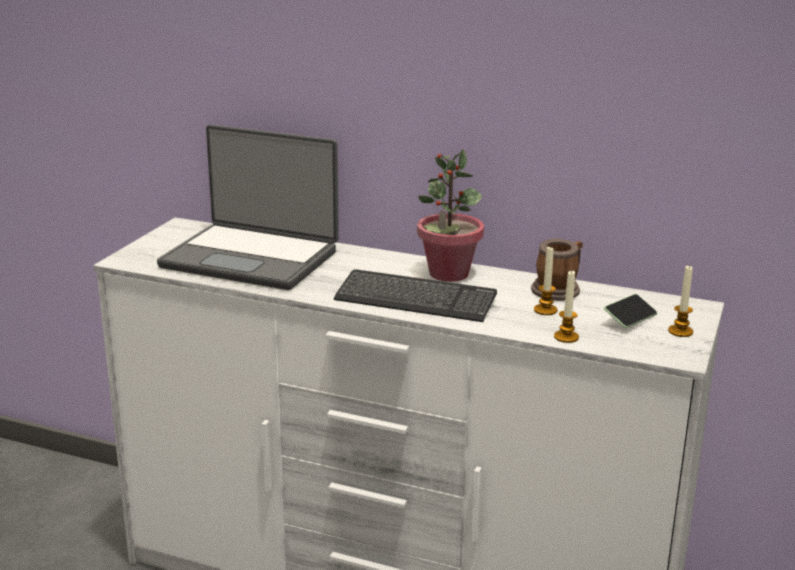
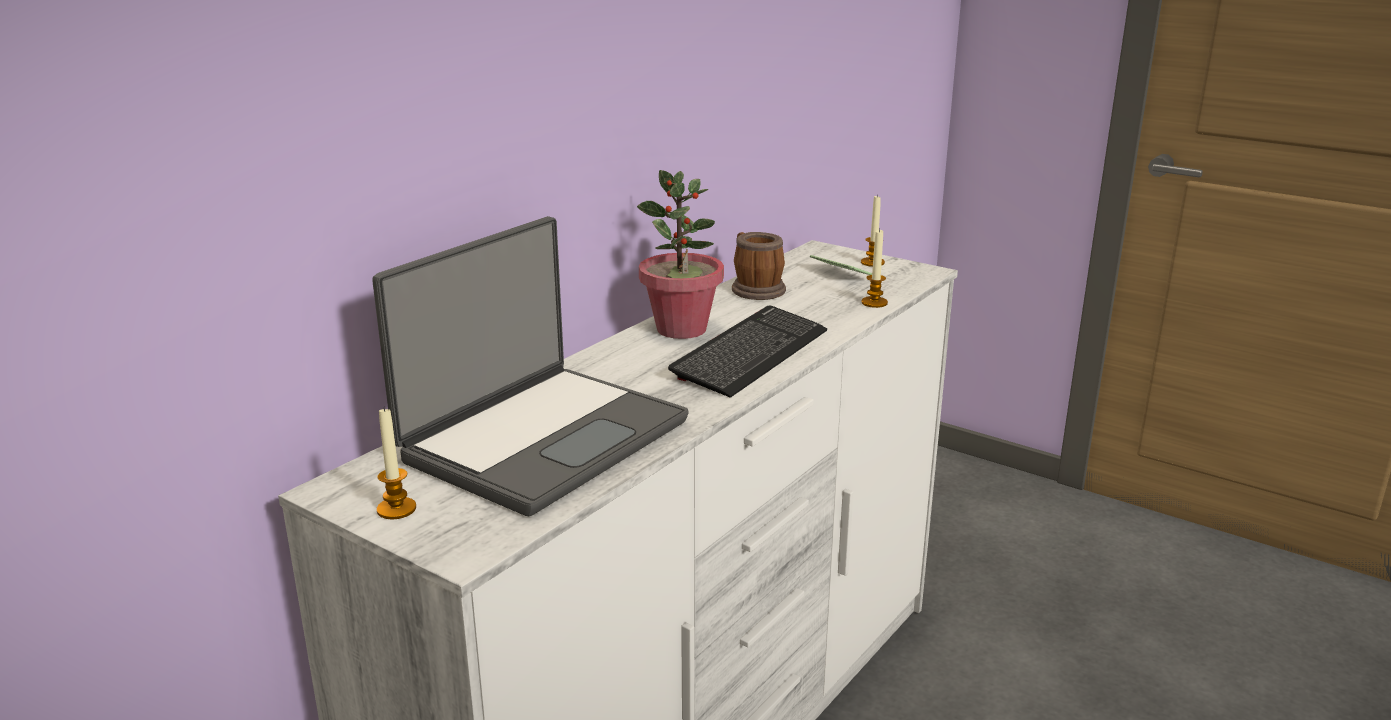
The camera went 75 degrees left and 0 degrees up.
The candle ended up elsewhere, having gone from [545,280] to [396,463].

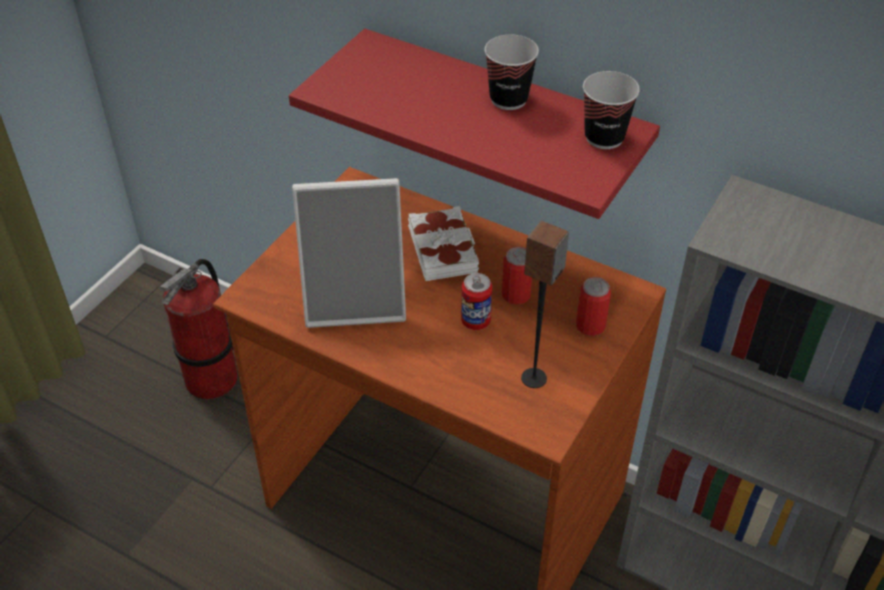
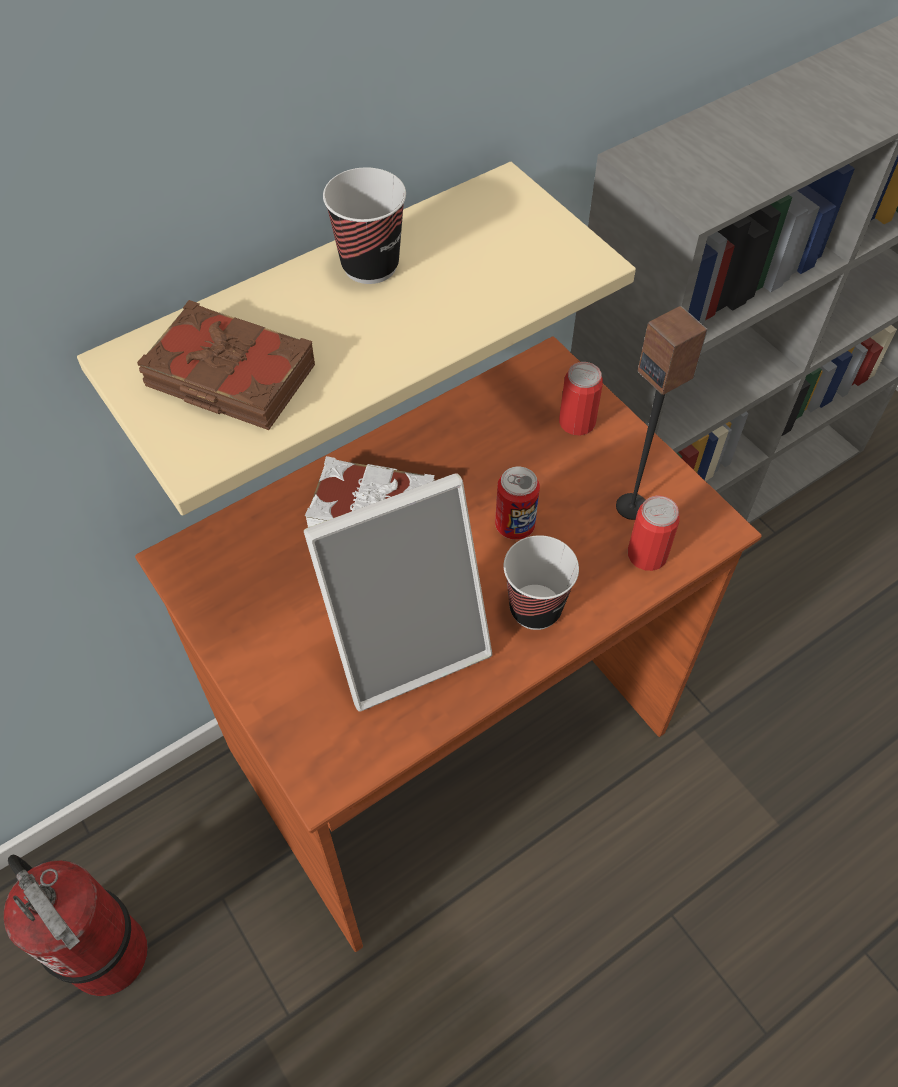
The camera went 65 degrees left and 10 degrees up.
What was the wall shelf/red at [474,124] turned into the wall shelf/beige at [356,339].
The picture frame at [349,253] ended up facing another way, 45 degrees clockwise from before.
The sealed can ended up elsewhere, having gone from [517,275] to [654,533].
The drinking cup ended up elsewhere, having gone from [611,110] to [541,582].
The second view gained the book/brownish at [226,365].

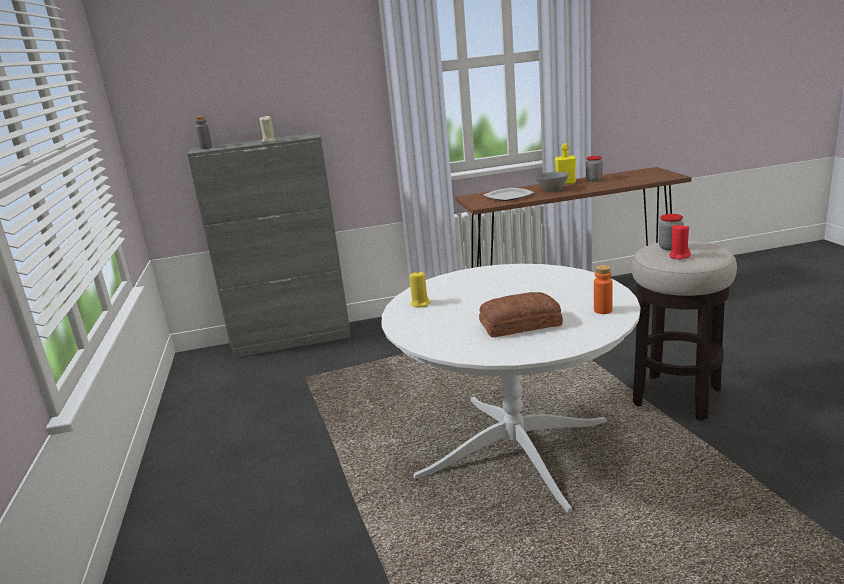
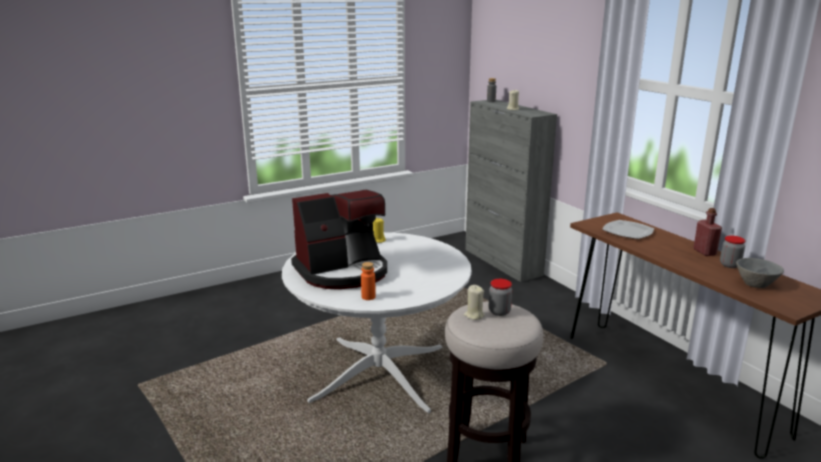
The camera went 70 degrees right and 0 degrees up.
Where the baked bread stood at [521,314], the coffee machine came to stand at [339,239].
The bowl/greyish ended up elsewhere, having gone from [552,182] to [760,273].
What was the drink bottle/yellow-coloured at [565,163] turned into the drink bottle/red at [707,232].
What was the candle/red at [680,242] turned into the candle/beige at [474,302].

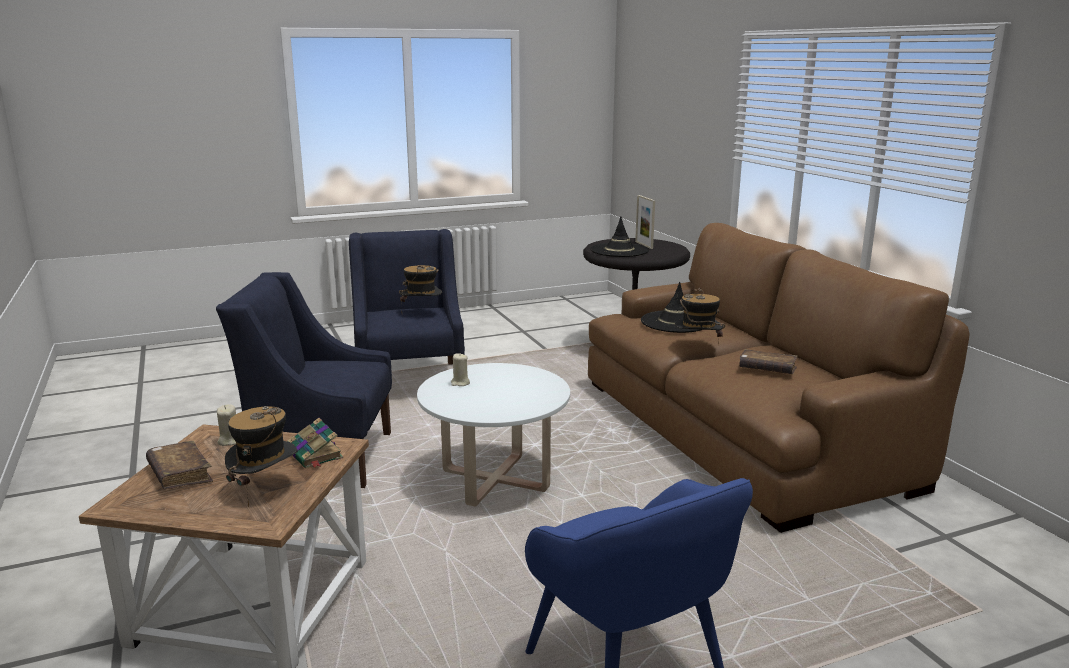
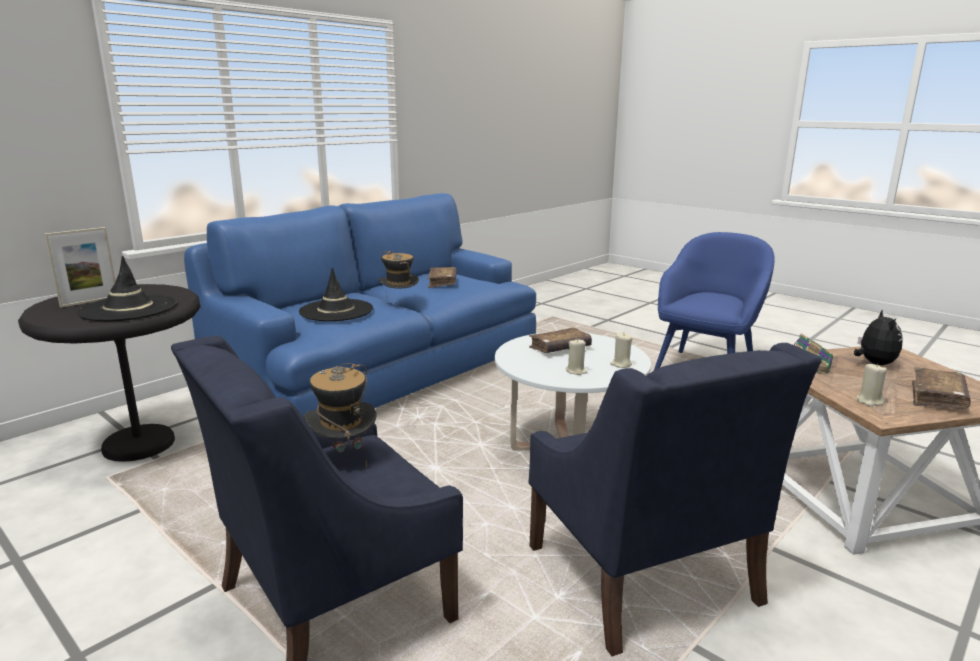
The camera went 115 degrees left and 0 degrees up.
Where the wearable hat stood at [261,456], the plush toy came to stand at [878,337].
What was the settee/brownish at [779,378] turned into the settee/blue at [360,305].
The second view gained the book/brownish at [560,340].
The second view gained the candle/beige at [621,350].

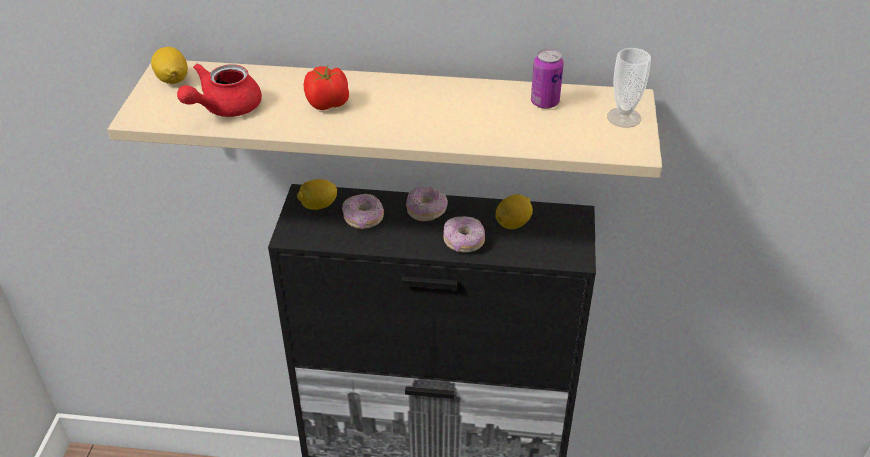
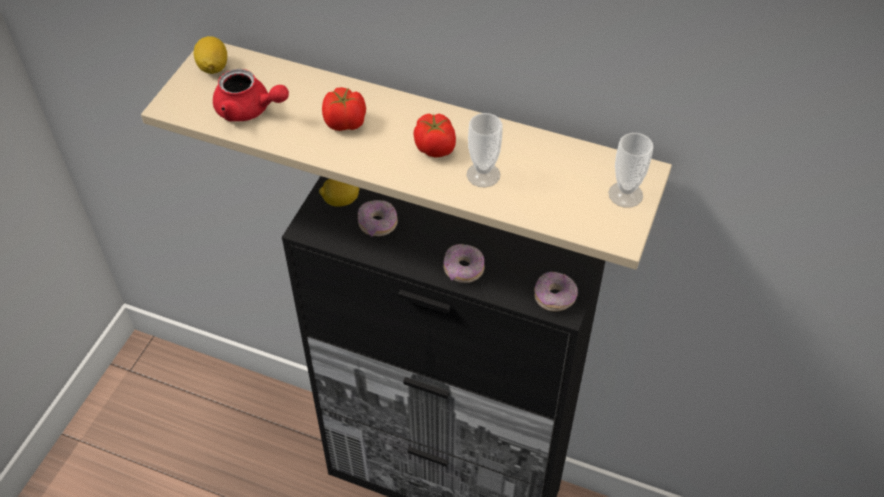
The camera went 15 degrees right and 10 degrees up.
The tea pot/red at [219,90] ended up facing another way, 120 degrees counterclockwise from before.
The doughnut ended up elsewhere, having gone from [427,204] to [556,291].
The second view lost the whole lemon at [514,211].
The second view lost the sealed can at [547,79].
The second view gained the fresh tomato at [435,135].
The second view gained the drinking cup at [484,150].

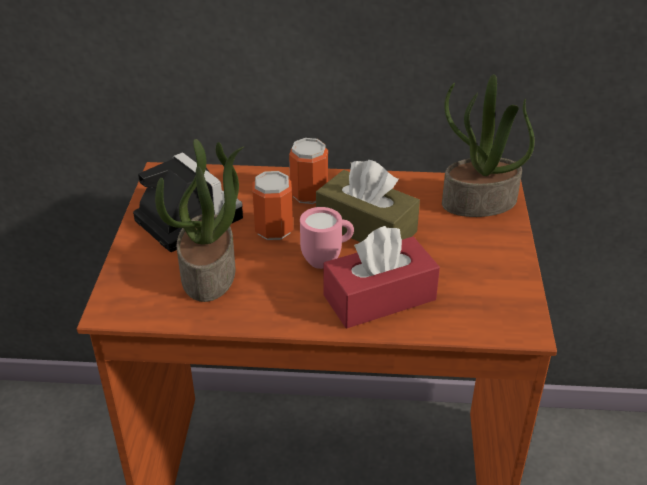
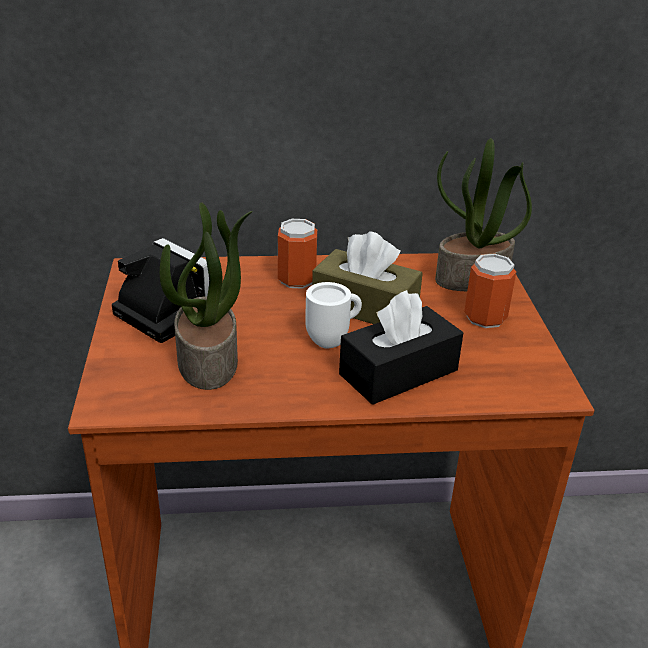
The camera went 10 degrees left and 5 degrees down.
The sealed can ended up elsewhere, having gone from [273,205] to [490,291].
What was the tea mug/pink at [327,238] turned into the tea mug/white at [333,315].
What was the box of tissues/red at [382,277] turned into the box of tissues/blackish at [401,347].

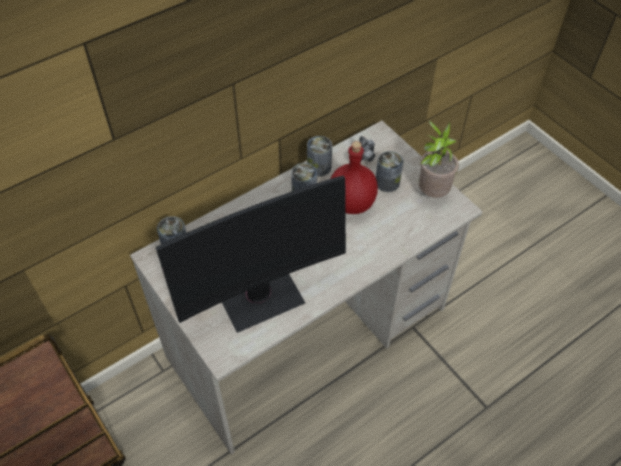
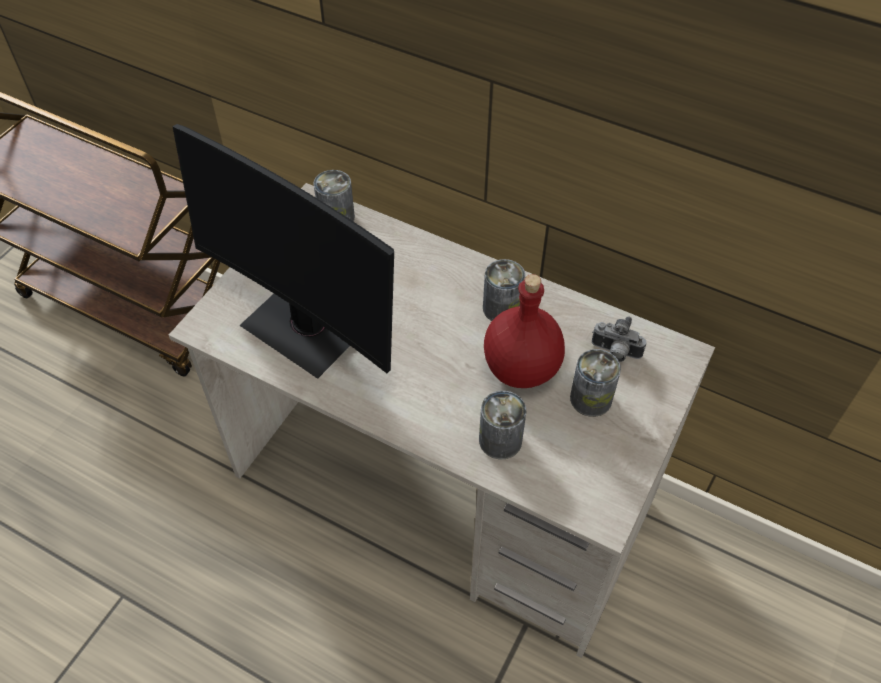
The camera went 65 degrees right and 0 degrees up.
The sealed can ended up elsewhere, having gone from [319,156] to [503,425].
The second view lost the potted plant at [439,159].

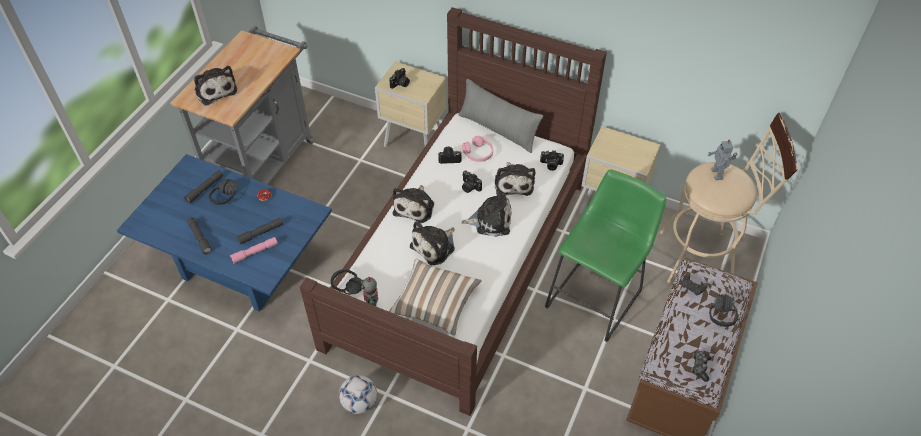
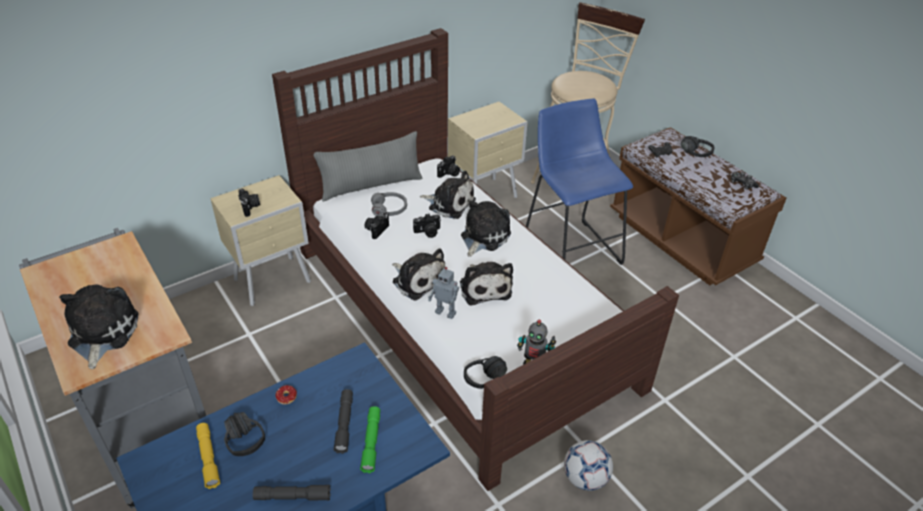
The camera went 60 degrees left and 10 degrees down.
What was the flashlight/greyish at [203,187] turned into the flashlight/yellow-coloured at [208,456].
The plush toy at [215,86] ended up facing another way, 90 degrees counterclockwise from before.
What was the flashlight/pink at [254,250] turned into the flashlight/greenish at [370,439].
The second view lost the pillow at [435,297].
What was the pair of headphones/pink at [477,149] turned into the pair of headphones/greyish at [389,204].
What was the sitting stool/greenish at [605,255] turned into the sitting stool/blue at [579,182].
The model robot ended up elsewhere, having gone from [722,160] to [443,293].

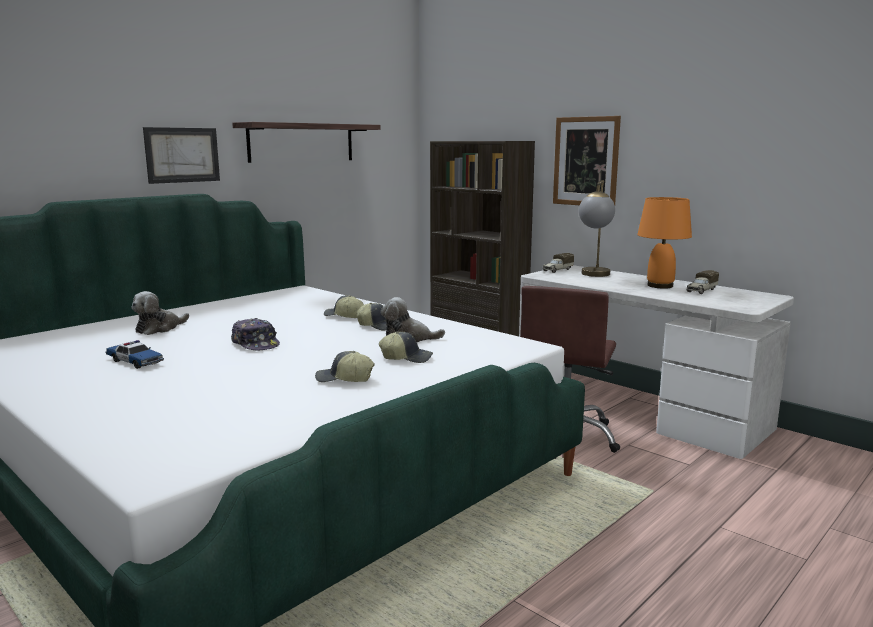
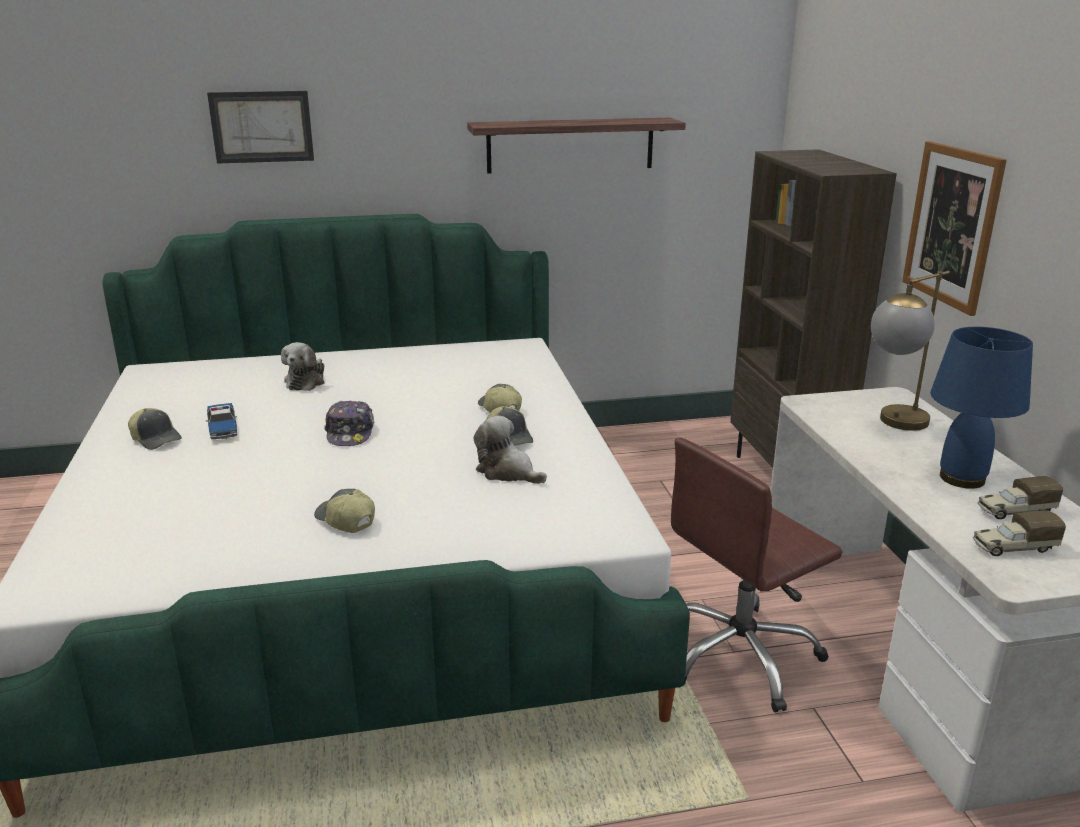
The camera went 35 degrees right and 10 degrees up.
The plush toy at [160,313] ended up facing another way, 60 degrees counterclockwise from before.
The wall art ended up elsewhere, having gone from [181,155] to [260,127].
The baseball cap ended up elsewhere, having gone from [406,347] to [155,429].
The toy lorry ended up elsewhere, having gone from [558,263] to [1019,533].
What was the tabletop lamp/orangey at [664,243] turned into the tabletop lamp/blue at [981,408].

